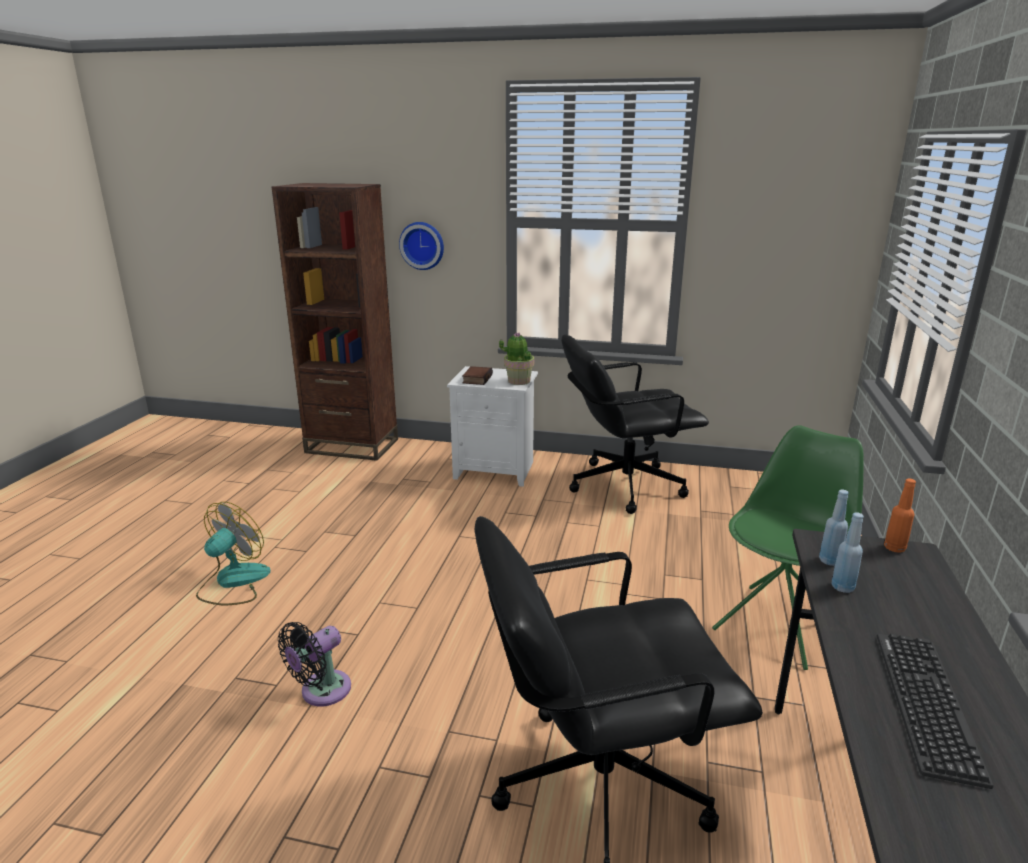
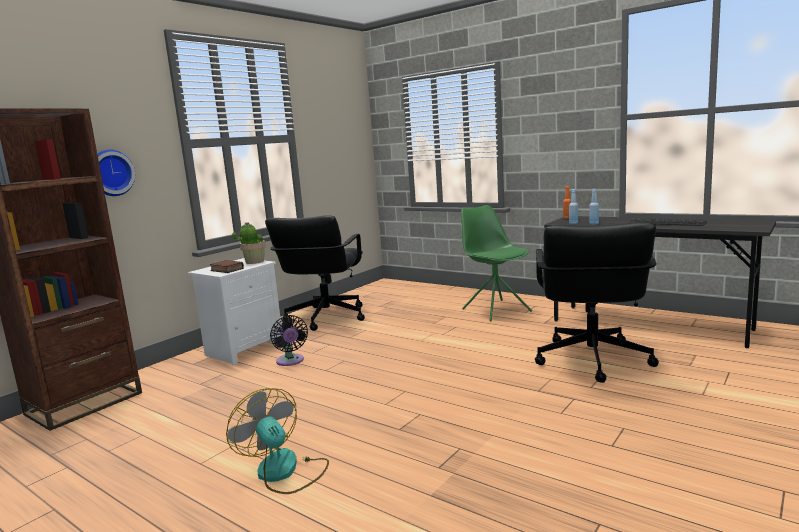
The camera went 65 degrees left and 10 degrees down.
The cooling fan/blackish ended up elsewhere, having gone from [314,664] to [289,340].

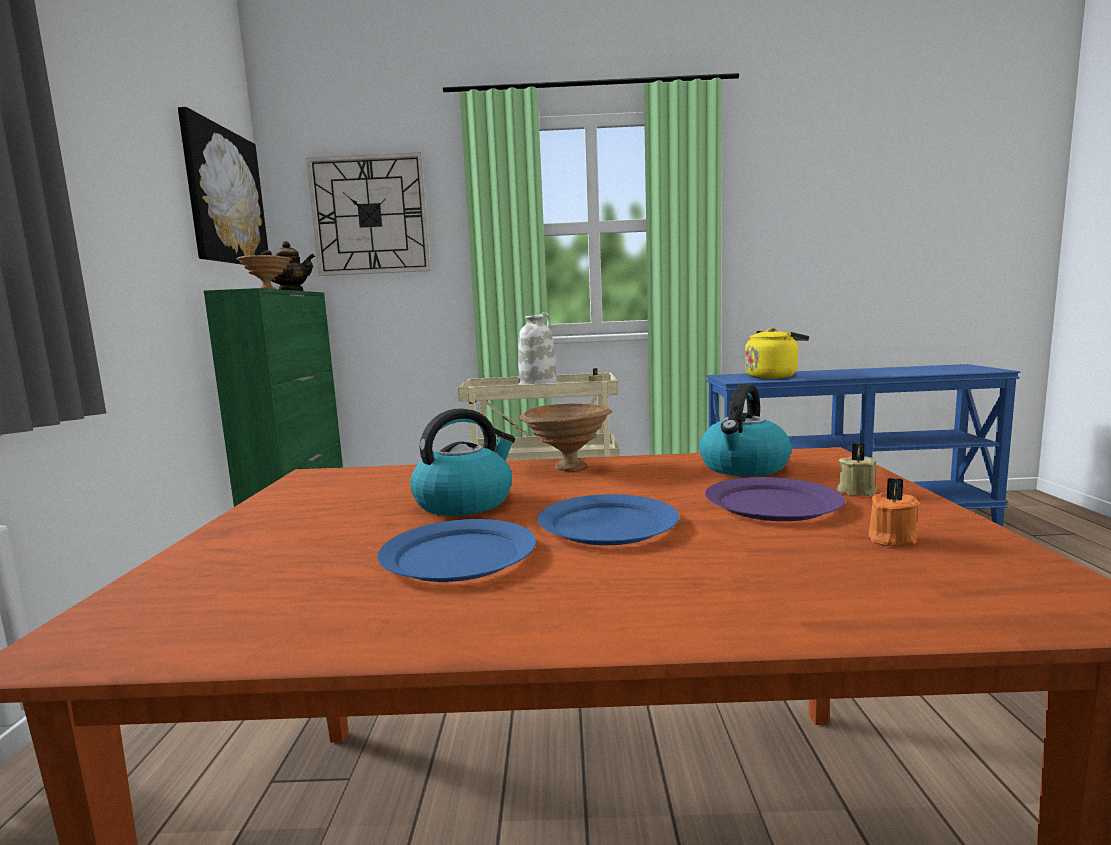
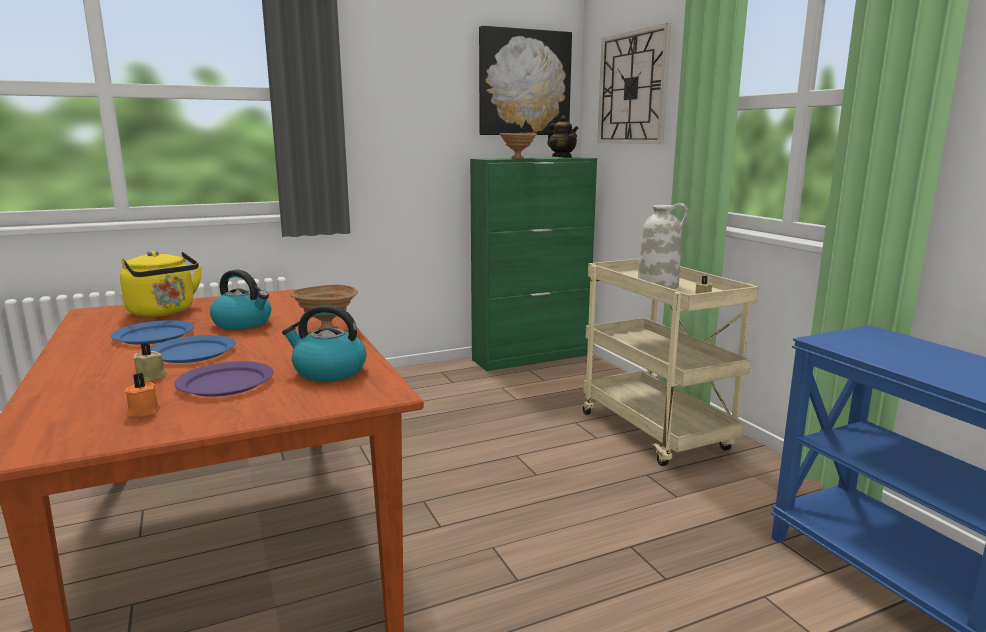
The camera went 65 degrees right and 5 degrees up.
The kettle/yellow-coloured ended up elsewhere, having gone from [777,353] to [161,284].
The candle/beige ended up elsewhere, having gone from [856,469] to [150,362].

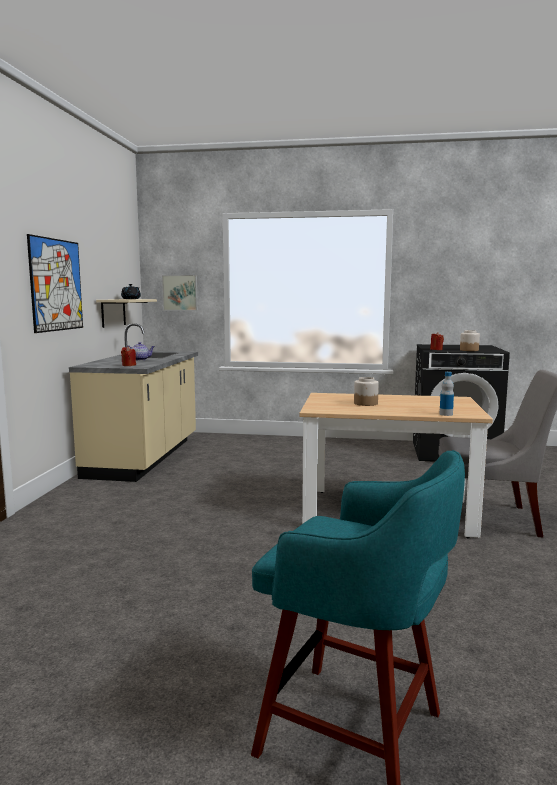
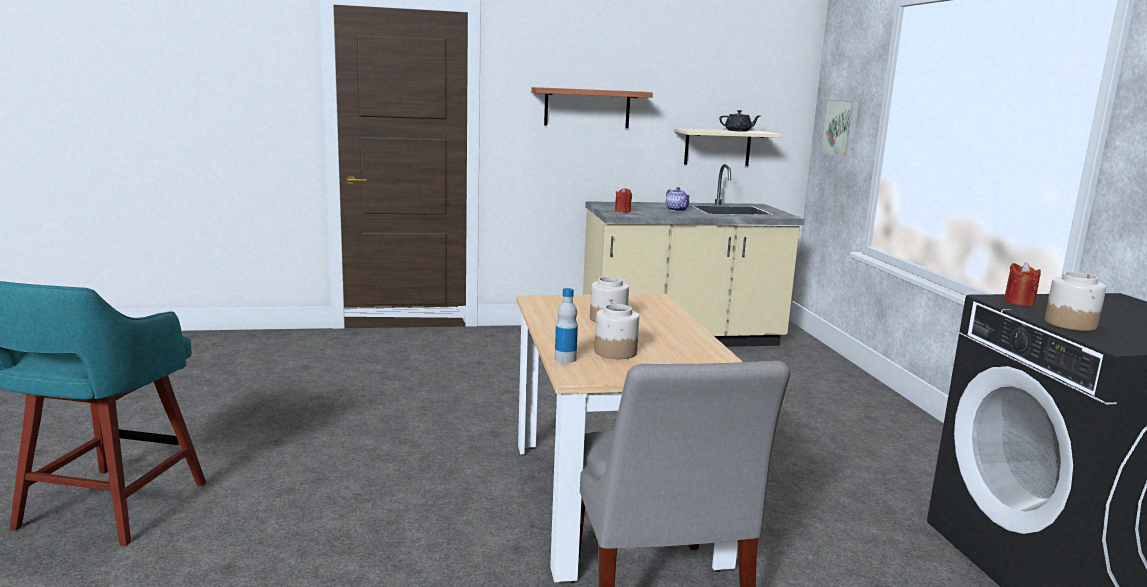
The camera went 70 degrees right and 5 degrees up.
Where the wall art hung at [55,283], the wall shelf came to hang at [592,107].
The second view gained the storage jar at [617,331].

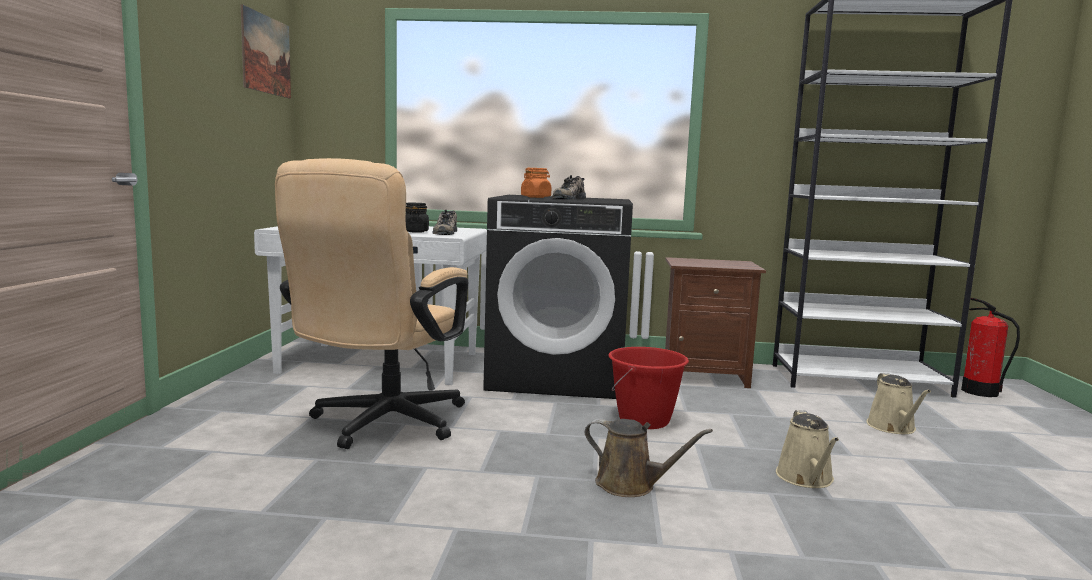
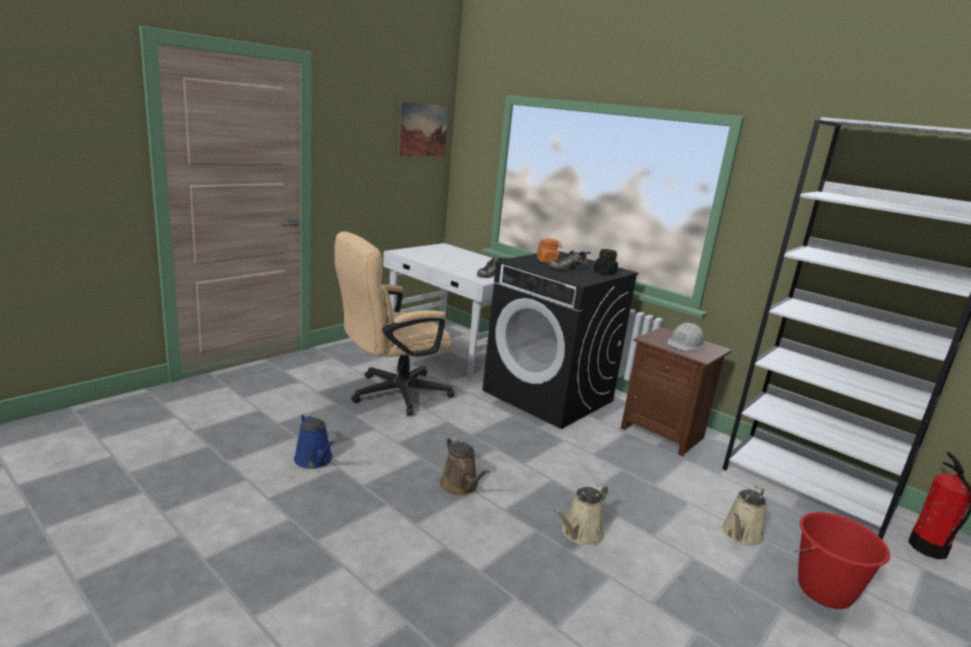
The camera went 35 degrees right and 10 degrees up.
The storage jar/blackish ended up elsewhere, having gone from [417,218] to [606,262].
The water bucket/red ended up elsewhere, having gone from [648,388] to [842,560].
The second view gained the watering pot/blue at [314,441].
The second view gained the hard hat/white at [685,336].

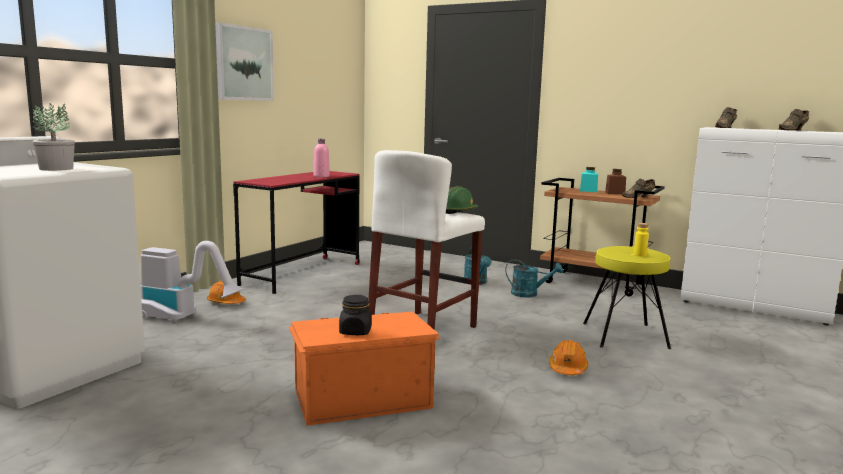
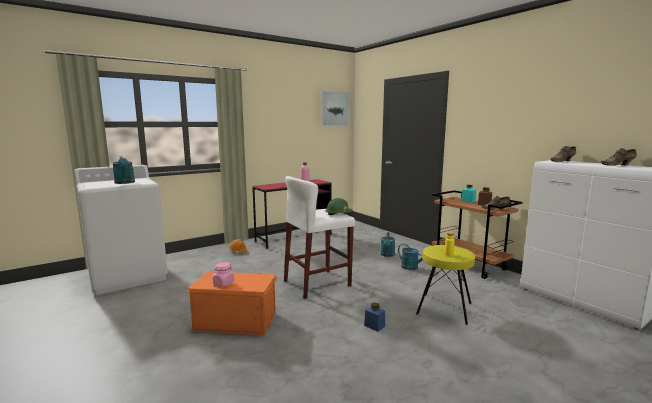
The camera went 25 degrees right and 0 degrees up.
Where the potted plant stood at [53,137], the watering pot/turquoise-coloured came to stand at [123,170].
The second view lost the hoover at [192,282].
The wall art ended up elsewhere, having gone from [244,61] to [335,108].
What was the storage jar/blackish at [355,315] turned into the storage jar/pink at [224,274].
Where the hard hat/orangey stood at [569,357], the storage jar/blue came to stand at [374,317].

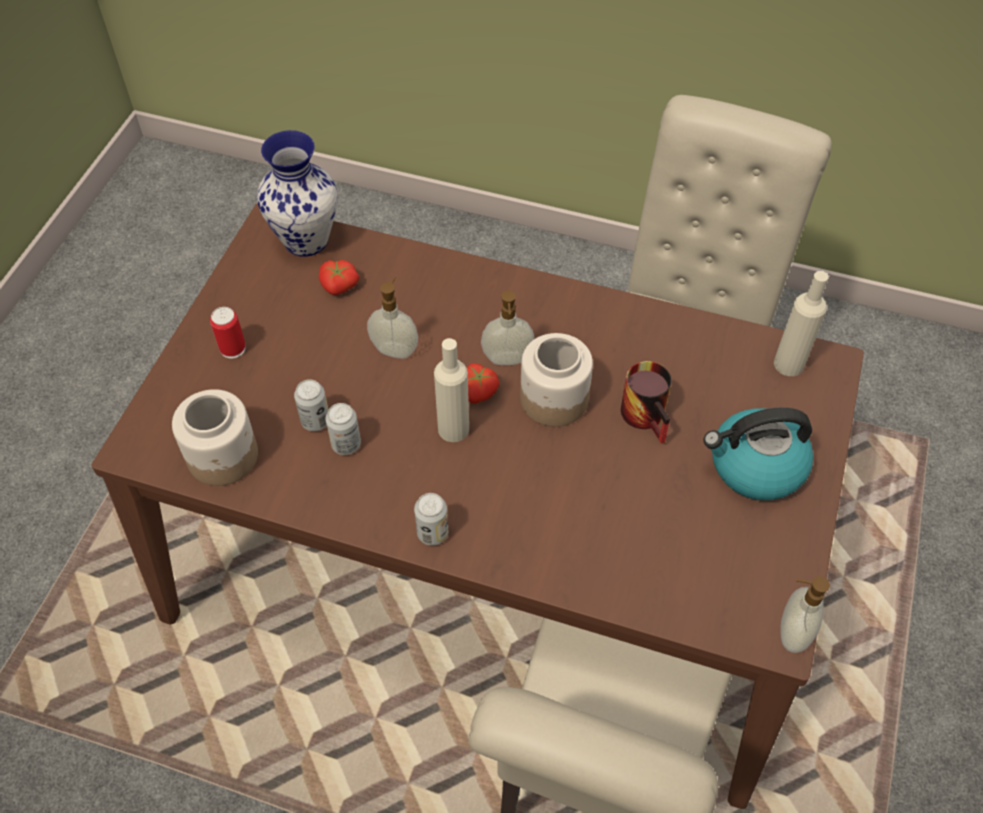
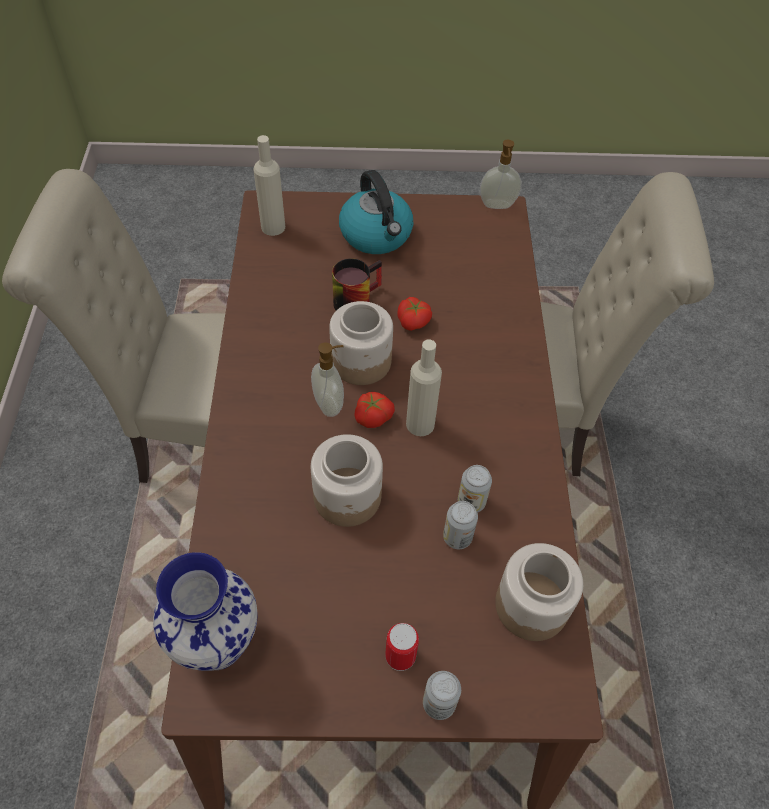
The camera went 110 degrees left and 0 degrees up.
The fresh tomato ended up elsewhere, having gone from [339,277] to [414,314].
Where the liquid soap bottle stood at [392,318], the storage jar came to stand at [347,480].
The sealed can ended up elsewhere, having gone from [431,519] to [442,695].

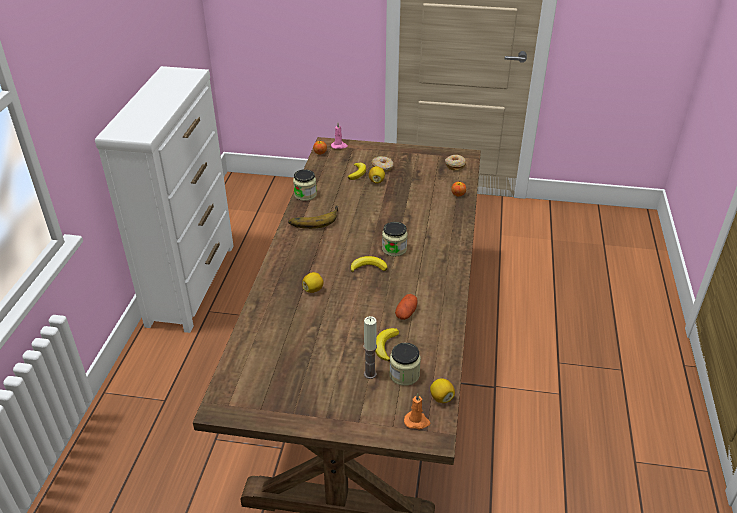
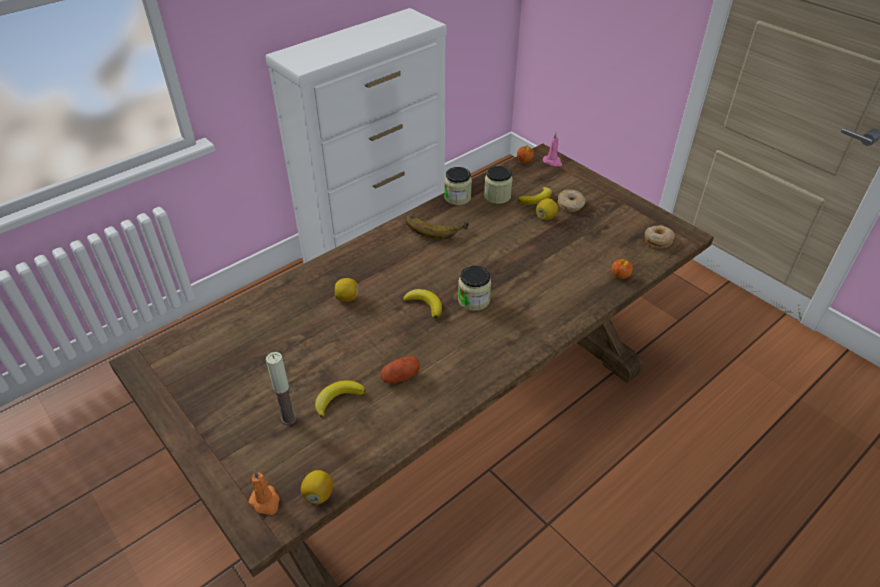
The camera went 40 degrees right and 5 degrees up.
The storage jar ended up elsewhere, having gone from [405,364] to [498,185].

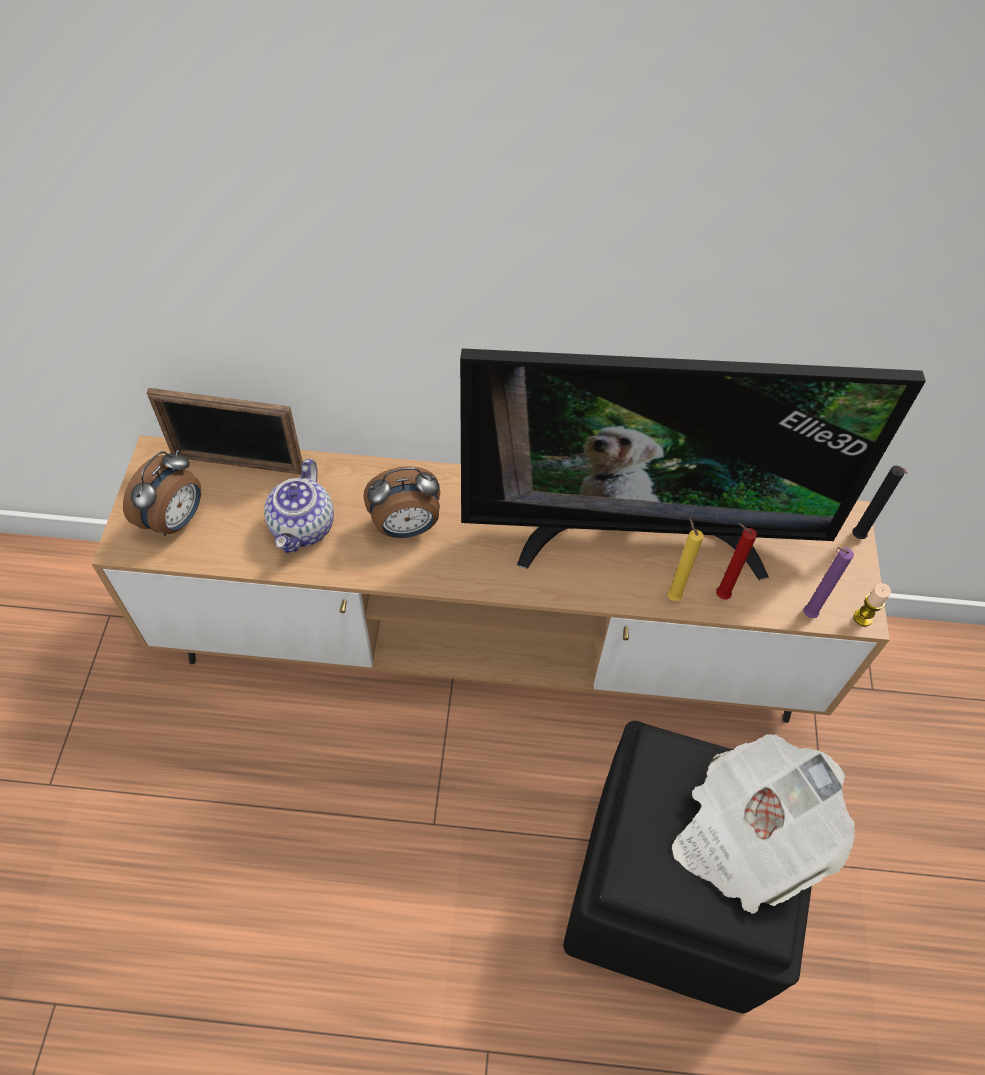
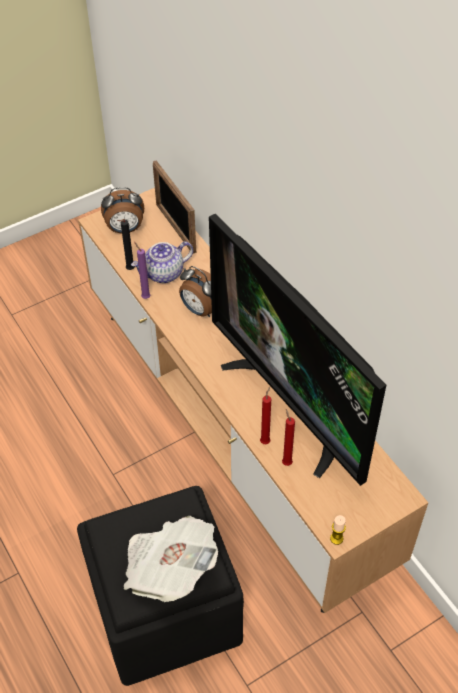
The camera went 55 degrees right and 5 degrees down.
What was the candle/yellow-coloured at [685,559] turned into the candle/red at [265,415].
The candle/purple ended up elsewhere, having gone from [829,582] to [142,270].
The candle/blackish ended up elsewhere, having gone from [879,502] to [126,245].

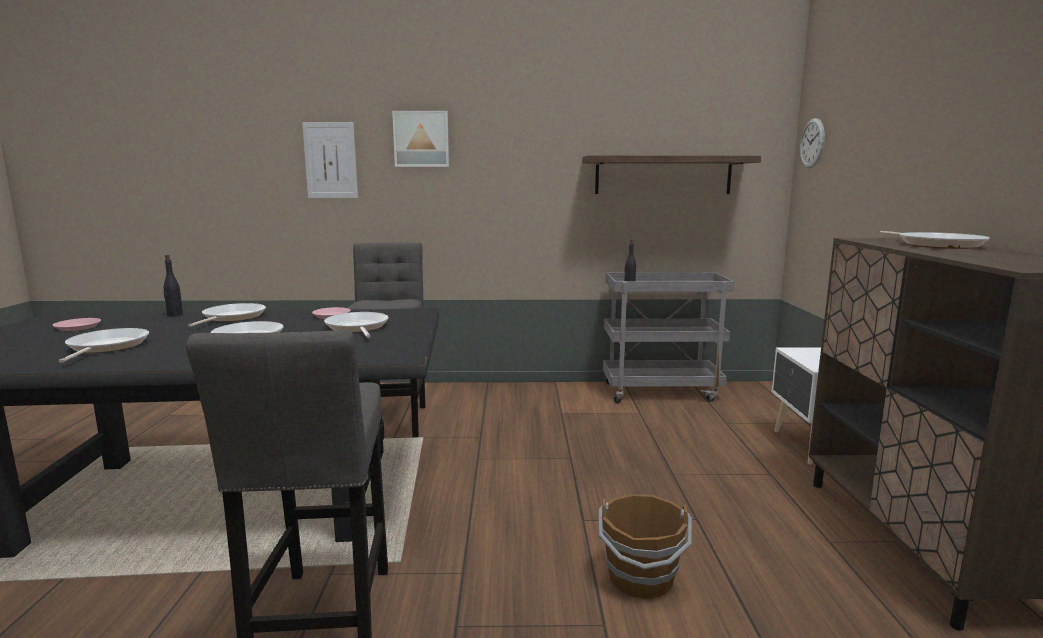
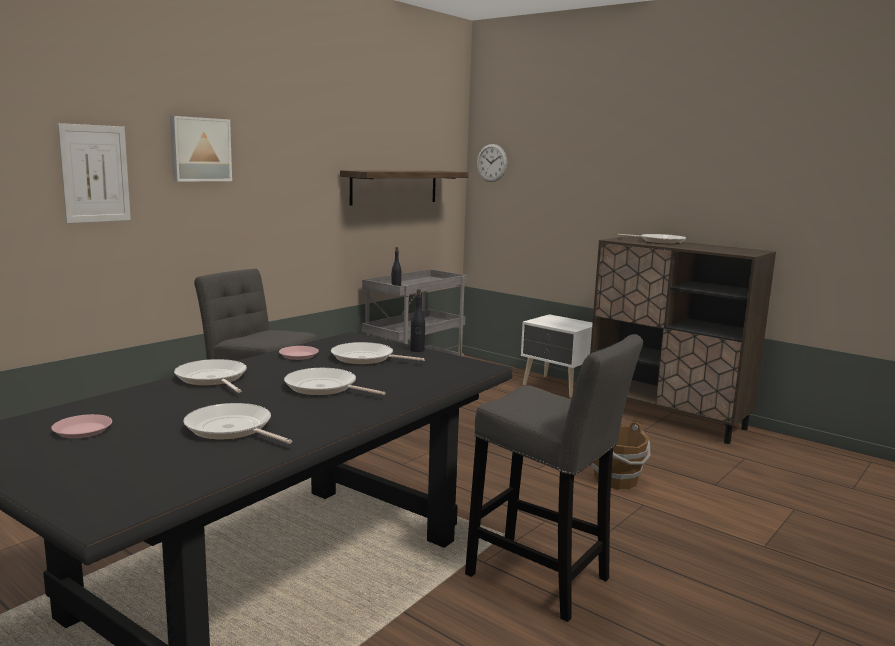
The camera went 50 degrees left and 0 degrees up.
The drink bottle/blackish ended up elsewhere, having gone from [173,286] to [417,320].

